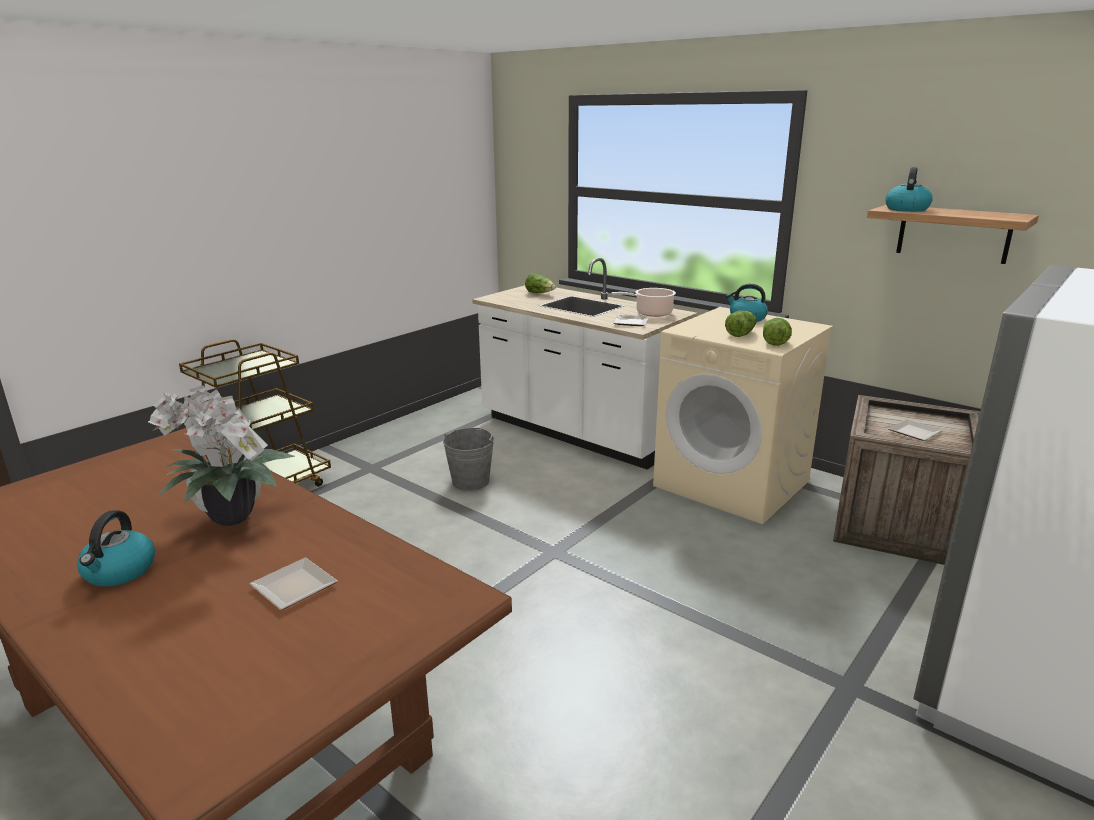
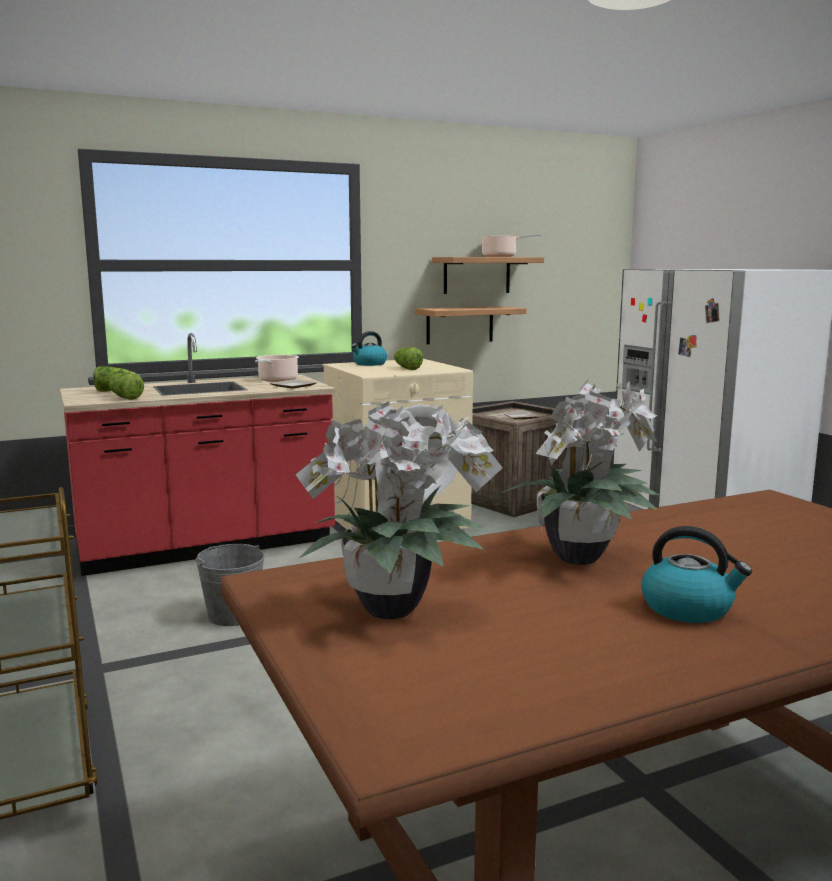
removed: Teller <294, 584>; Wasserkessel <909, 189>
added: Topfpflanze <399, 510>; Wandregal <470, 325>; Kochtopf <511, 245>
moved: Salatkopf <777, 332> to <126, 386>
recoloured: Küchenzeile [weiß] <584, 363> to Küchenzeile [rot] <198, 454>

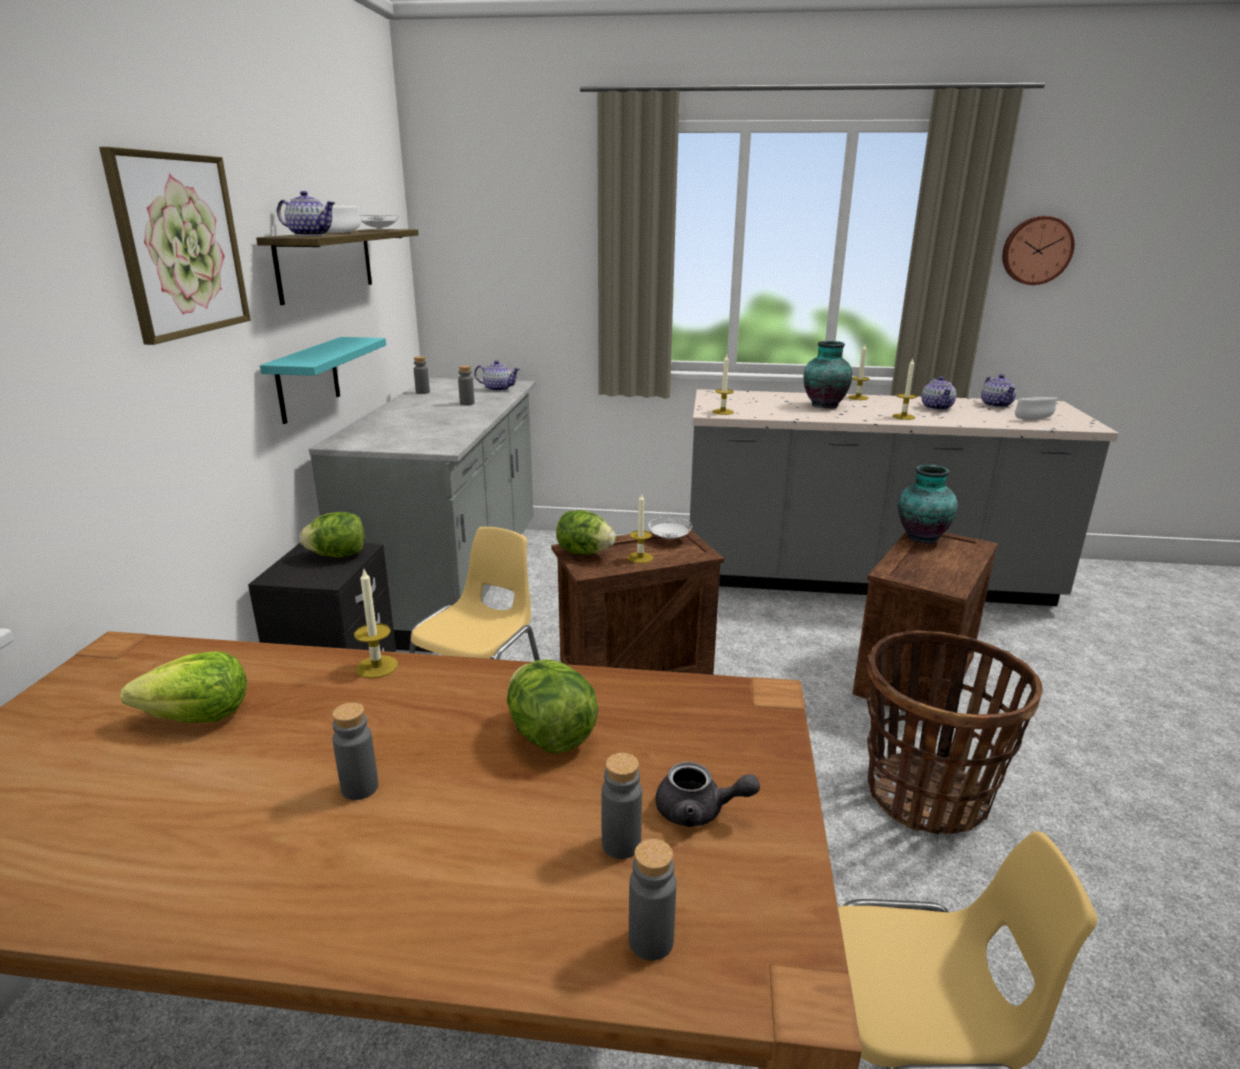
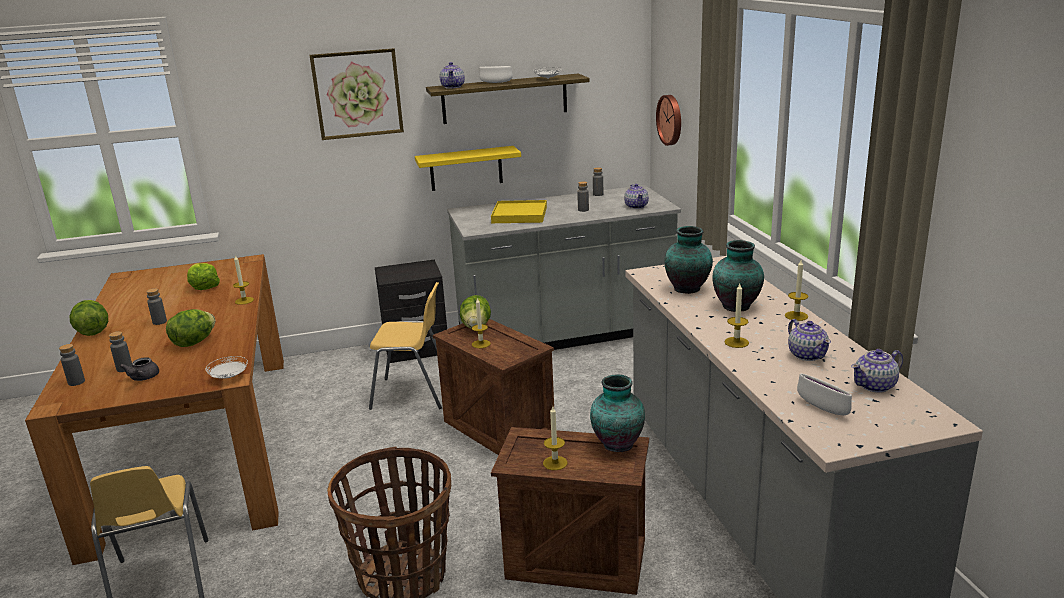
added: Tablett [gelb] <519, 211>; Vase <688, 260>
moved: Salatkopf <332, 535> to <89, 318>; Teller [weiß] <670, 528> to <226, 367>; Kerze <723, 384> to <555, 438>; Wanduhr <1038, 250> to <668, 120>
recoloured: Wandregal [türkis] <323, 380> to Wandregal [gelb] <468, 168>
turned: Teekanne <938, 393> = <809, 340> 90 degrees counterclockwise

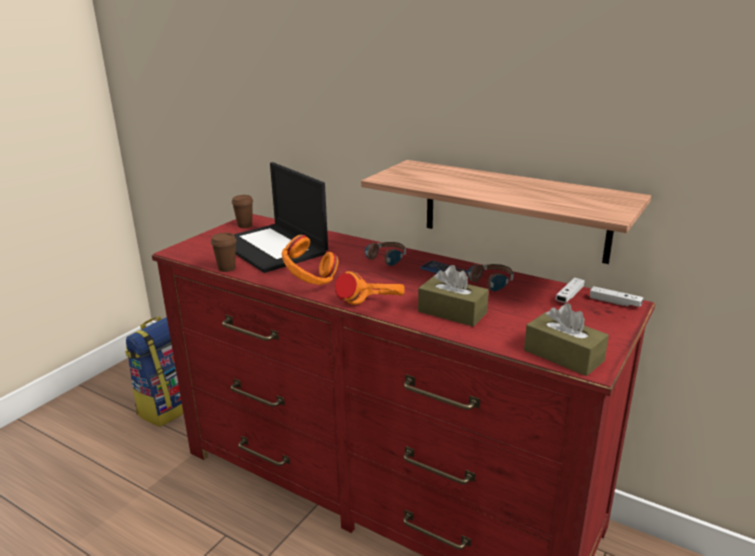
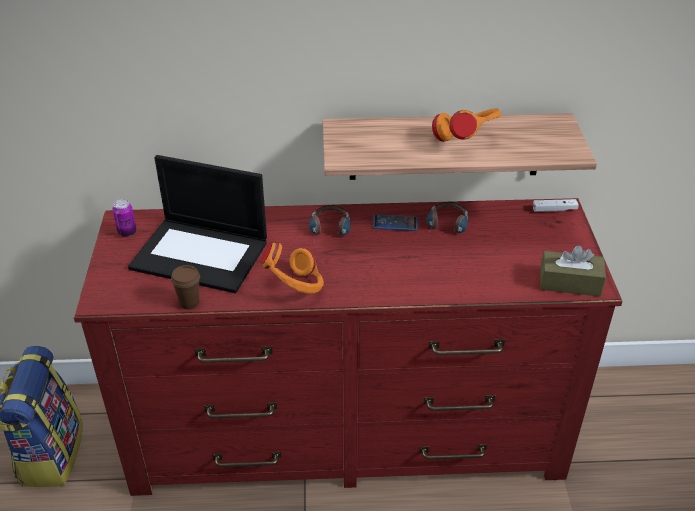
removed: Taschentuchbox [braun] <453, 296>; Gamepad [weiß] <570, 290>
moved: Kopfhörer [orange] <370, 288> to <466, 125>
replaced: Tasse [braun] <242, 211> to Dose <124, 218>

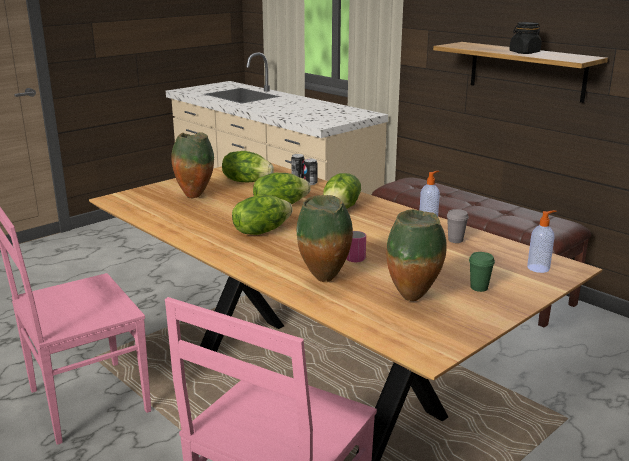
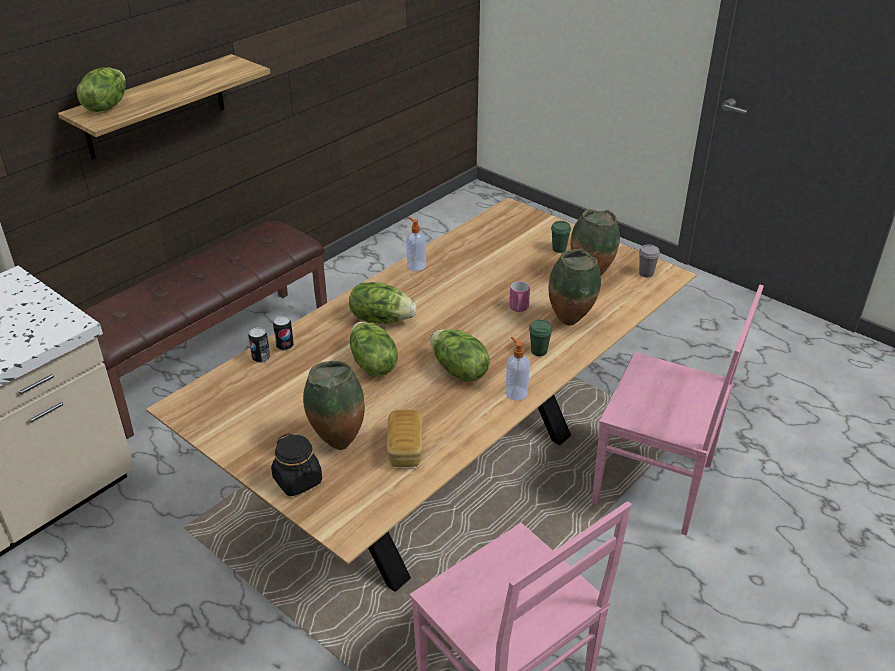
added: Brot <405, 438>; Tasse [grün] <541, 338>
moved: Salatkopf <248, 166> to <101, 89>; Vorratsglas [schwarz] <525, 38> to <296, 464>; Seifenspender <541, 241> to <517, 369>; Tasse [grau] <458, 226> to <649, 261>

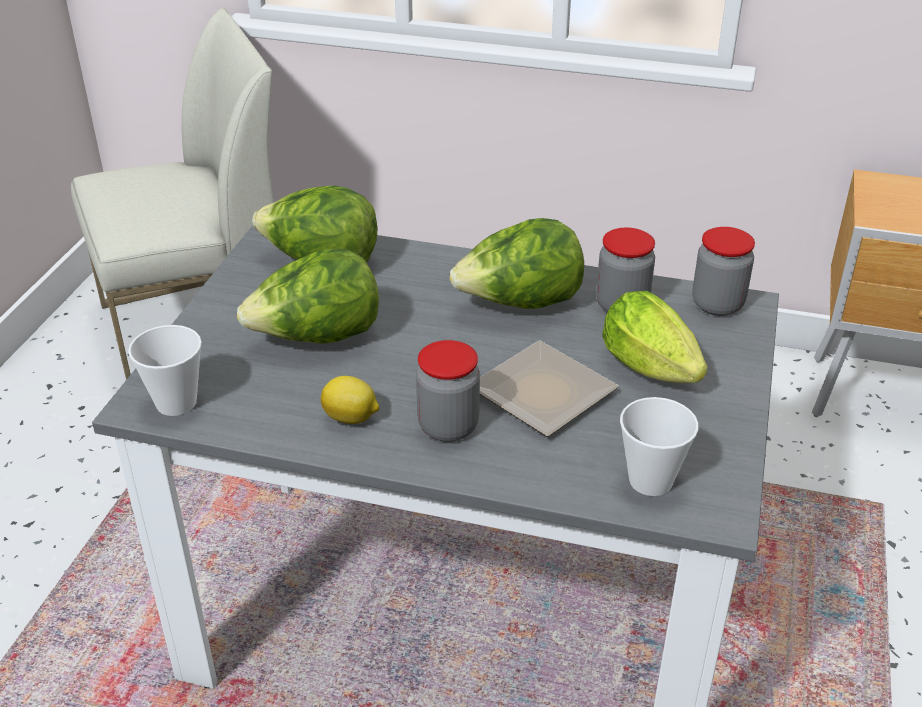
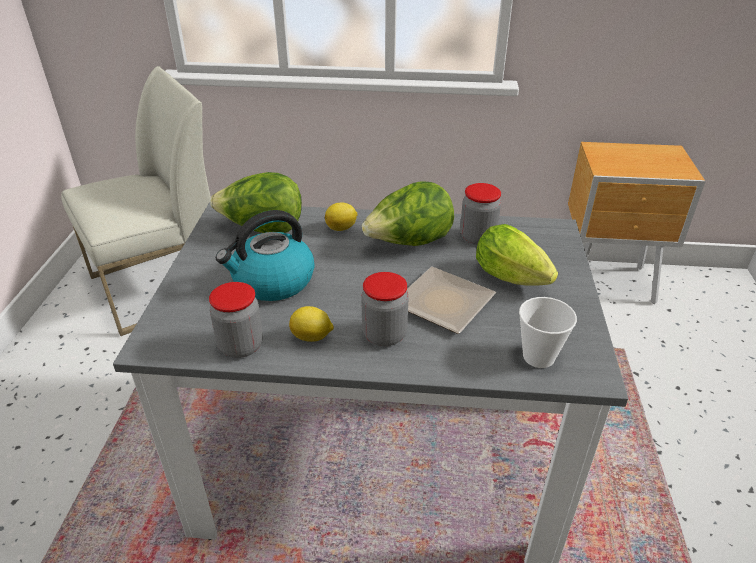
removed: Tasse <165, 370>
added: Zitrone <341, 217>
moved: Vorratsglas <723, 271> to <236, 320>
replaced: Salatkopf <308, 296> to Wasserkessel <265, 255>

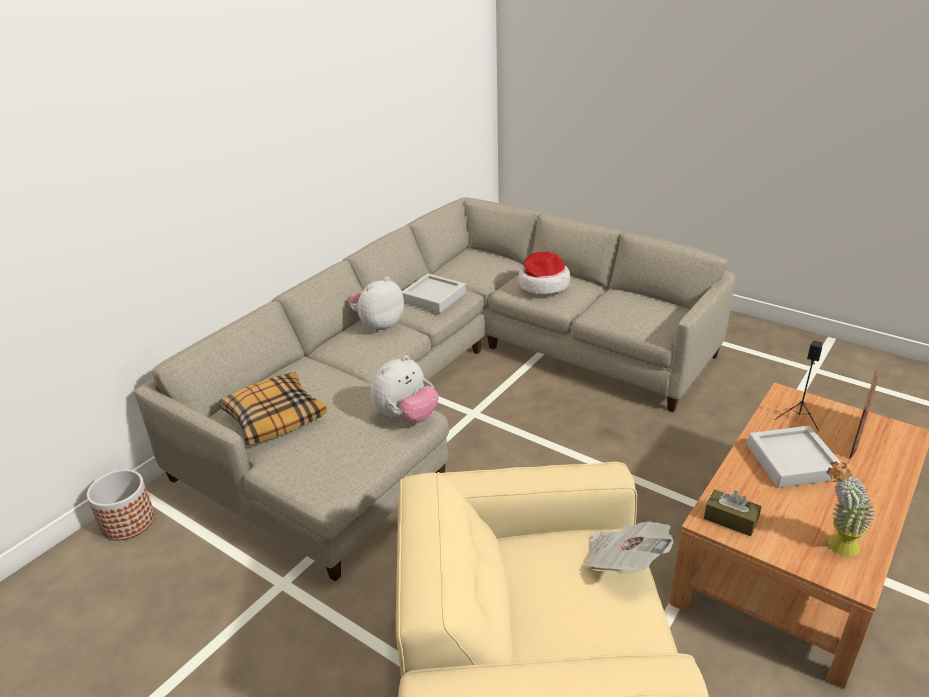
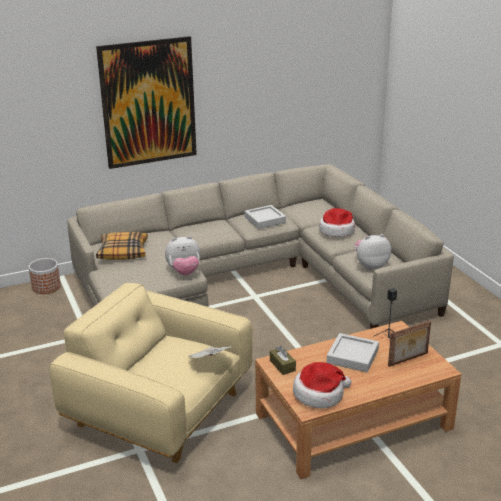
added: Bild <146, 102>
moved: Plüschtier <376, 304> to <373, 252>
replaced: Topfpflanze <850, 508> to Hut <322, 385>

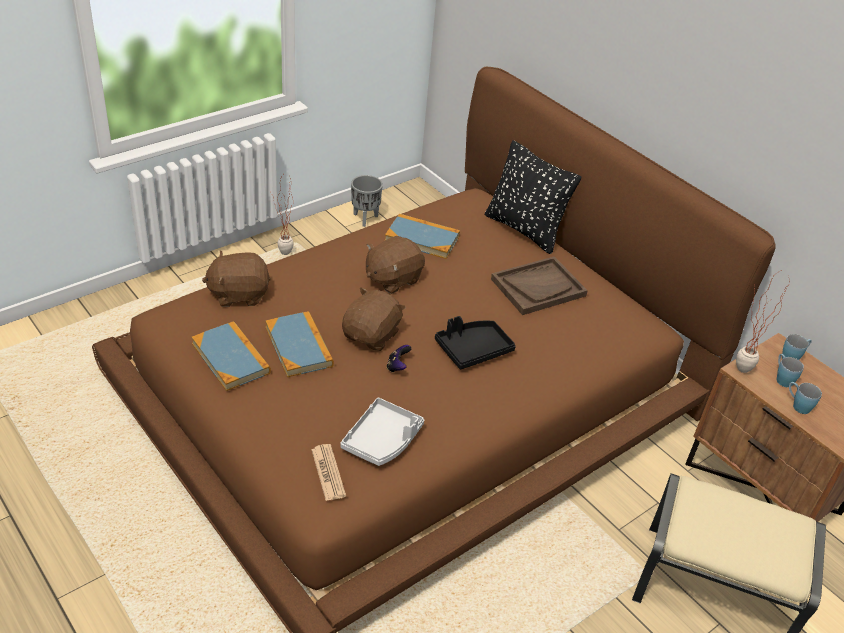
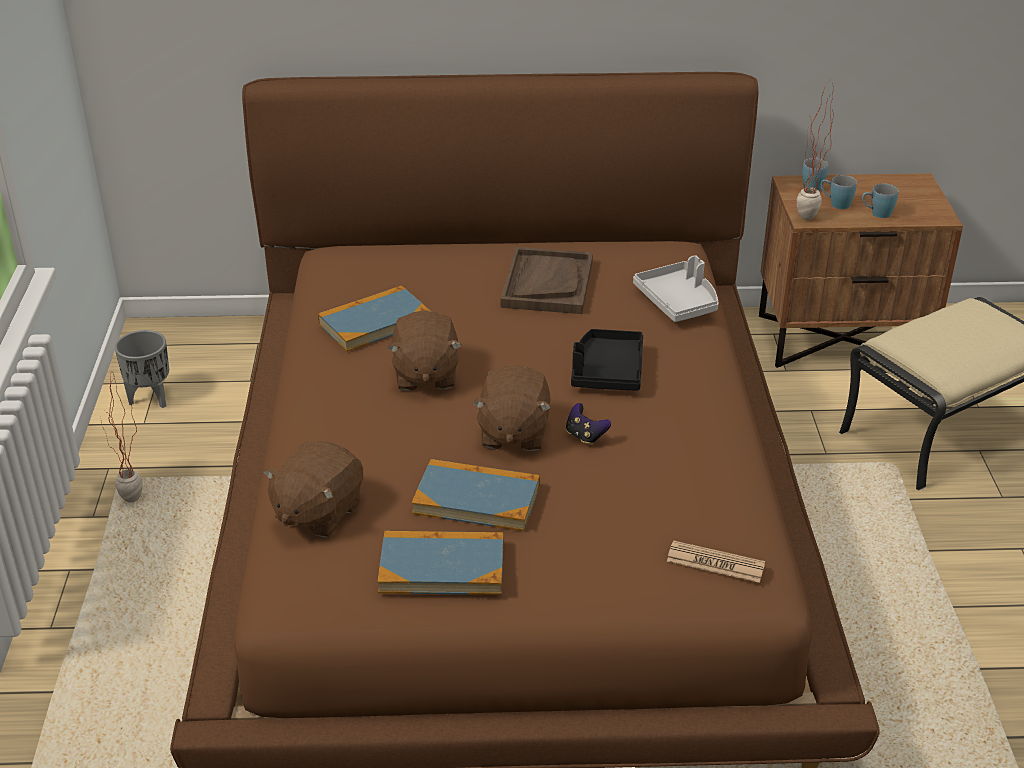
removed: Kissen [schwarz] <533, 197>
moved: Tablett [grau] <382, 432> to <676, 288>
turned: Plüschtier [braun] <374, 319> = <512, 408> 150 degrees counterclockwise

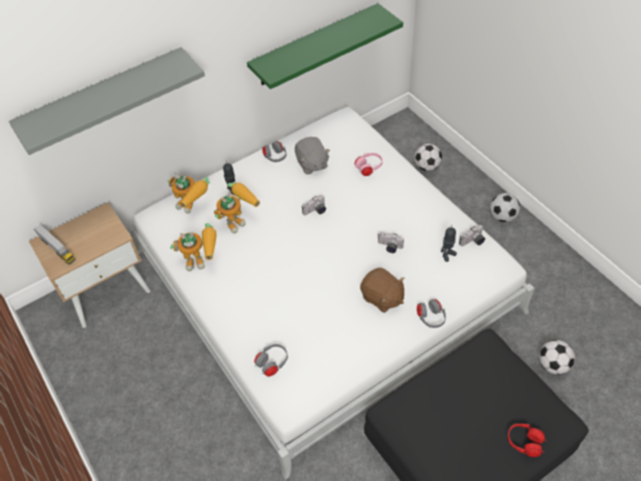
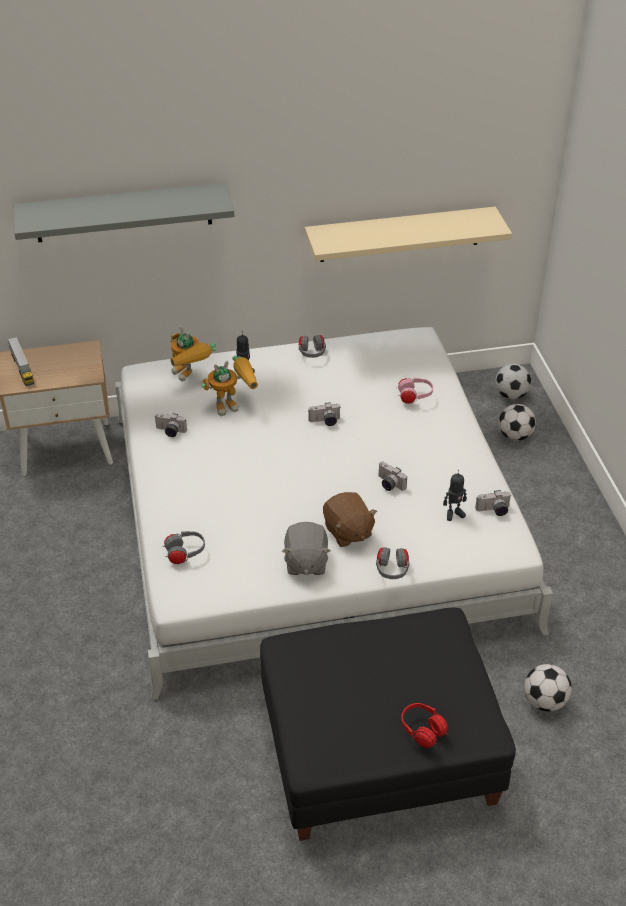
moved: Plüschtier [grau] <312, 155> to <306, 548>; Fußball <505, 207> to <513, 381>
replaced: Spielzeugroboter <193, 247> to Kamera <171, 425>
recoloured: Wandregal [grün] <325, 46> to Wandregal [beige] <408, 234>

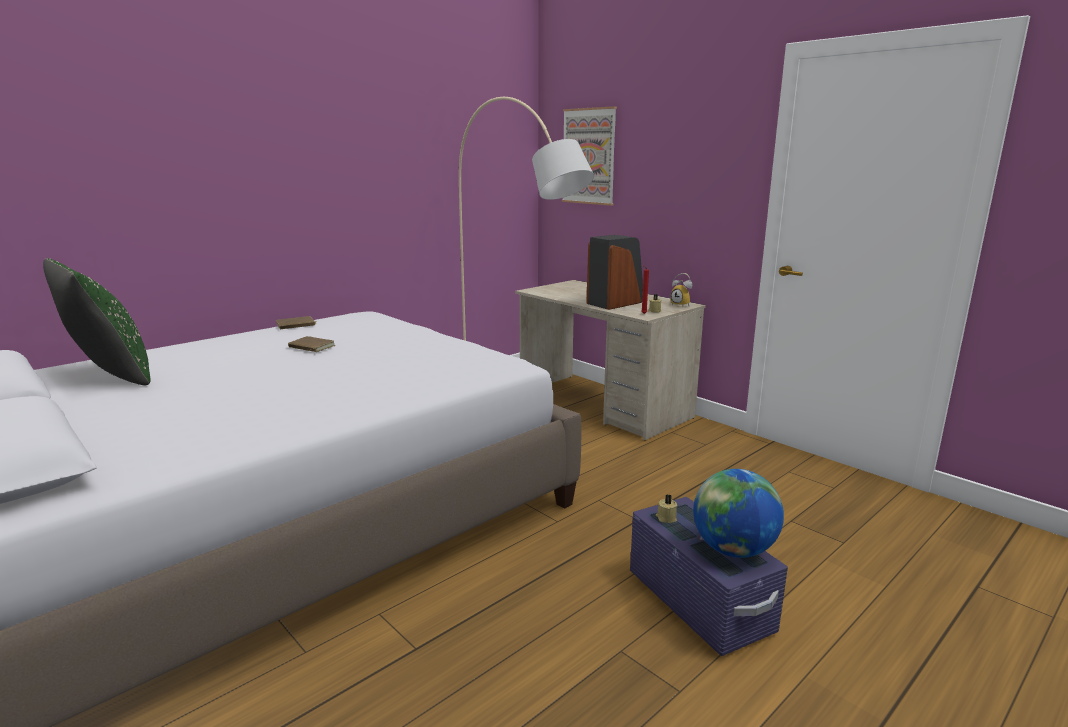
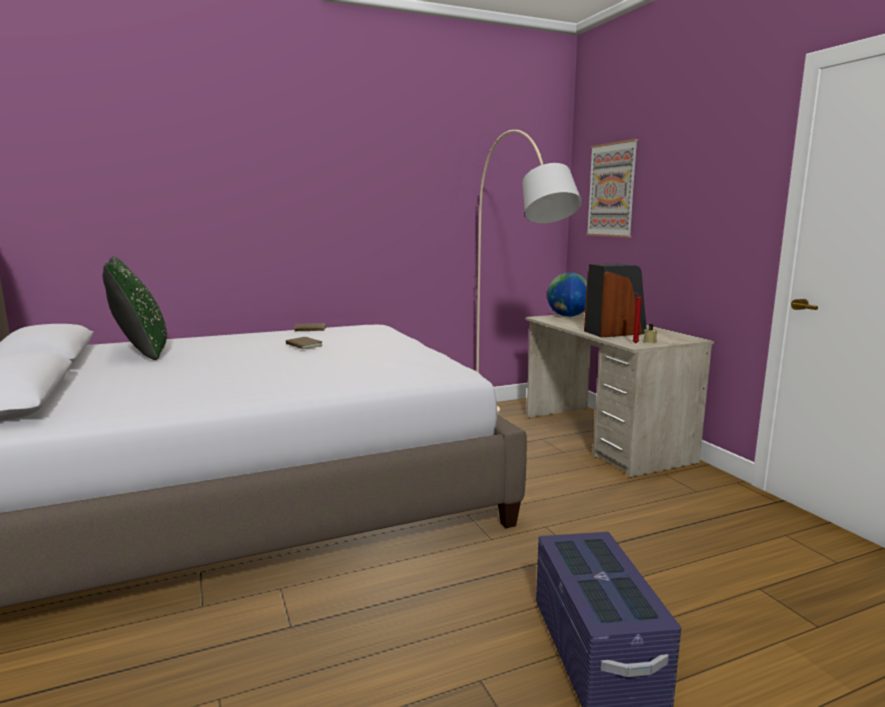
removed: Kerze [beige] <666, 508>; Wecker <681, 290>
moved: Globus <738, 513> to <567, 294>

